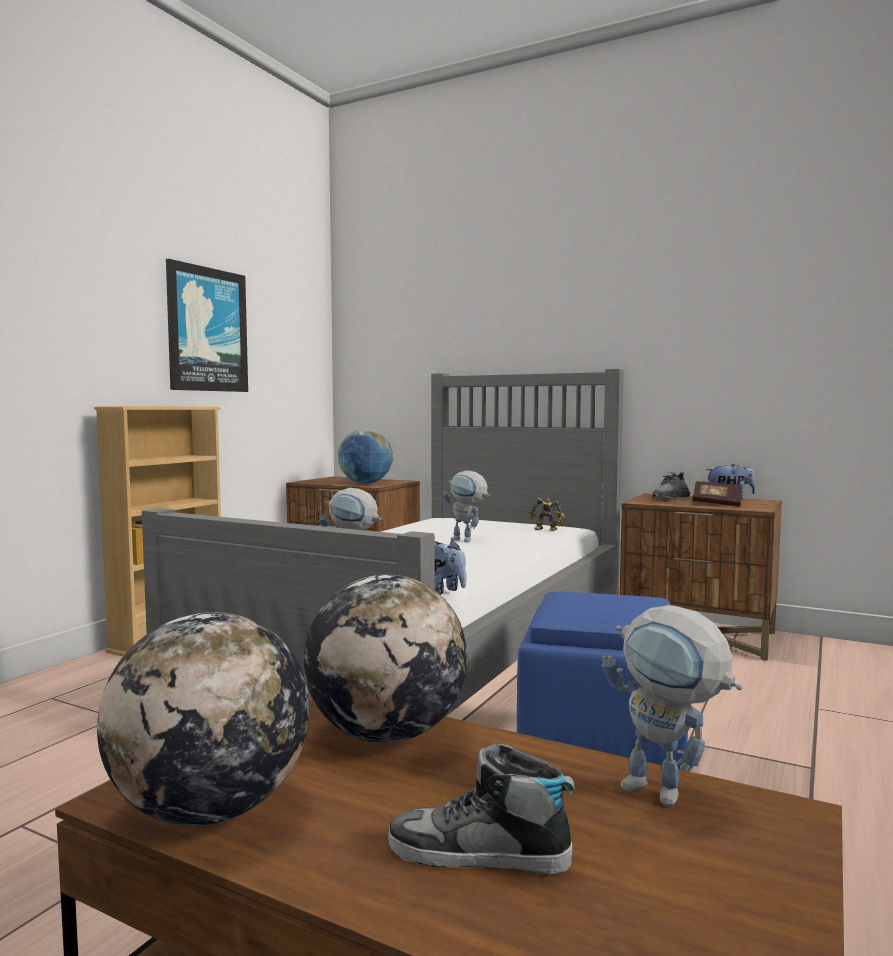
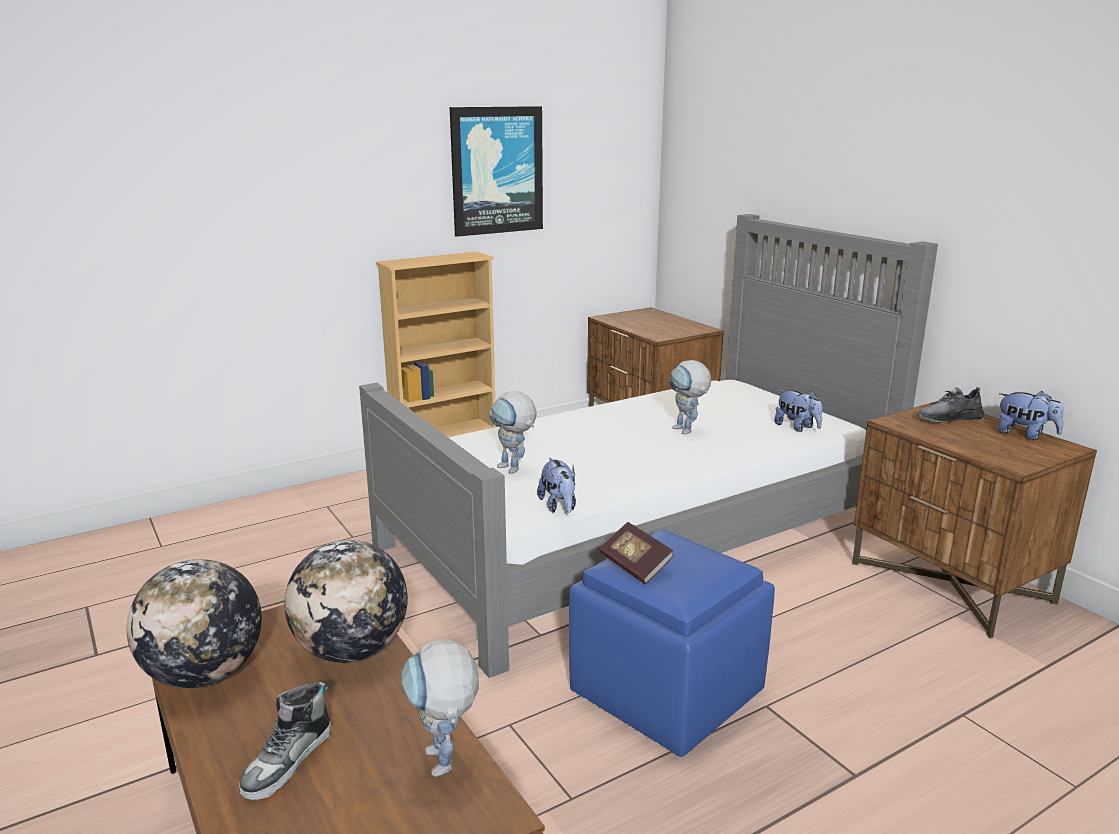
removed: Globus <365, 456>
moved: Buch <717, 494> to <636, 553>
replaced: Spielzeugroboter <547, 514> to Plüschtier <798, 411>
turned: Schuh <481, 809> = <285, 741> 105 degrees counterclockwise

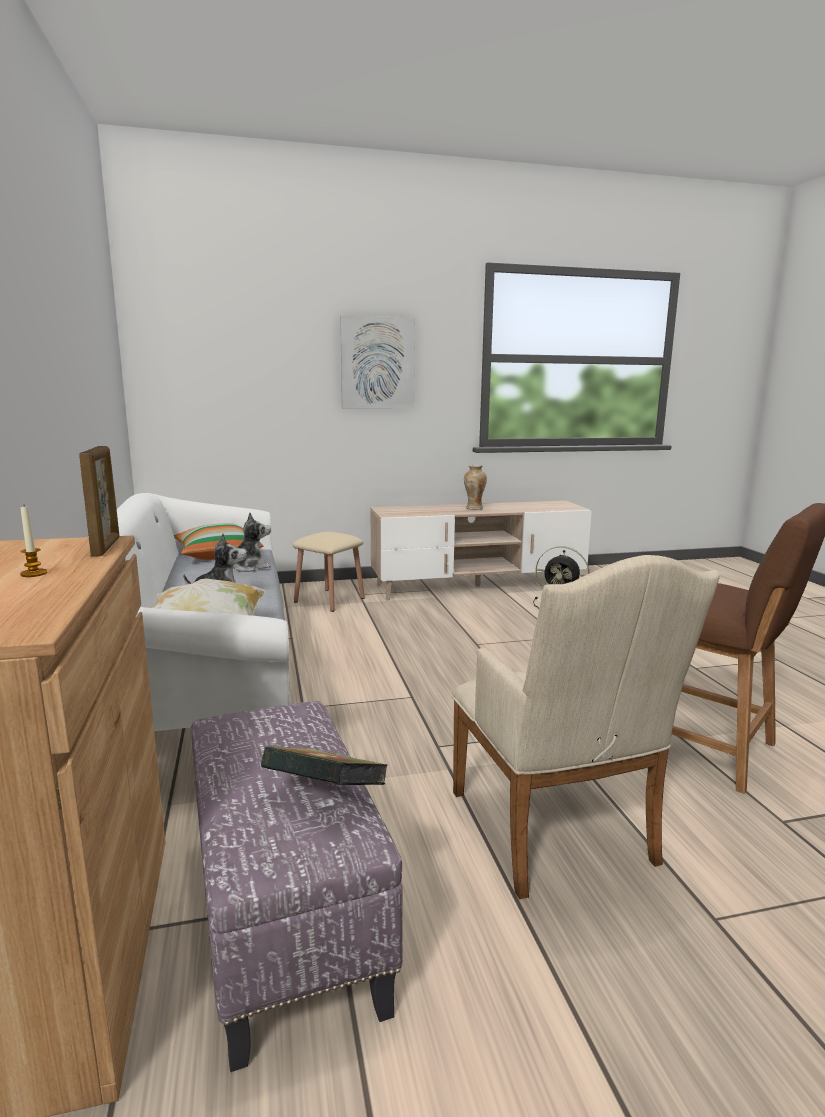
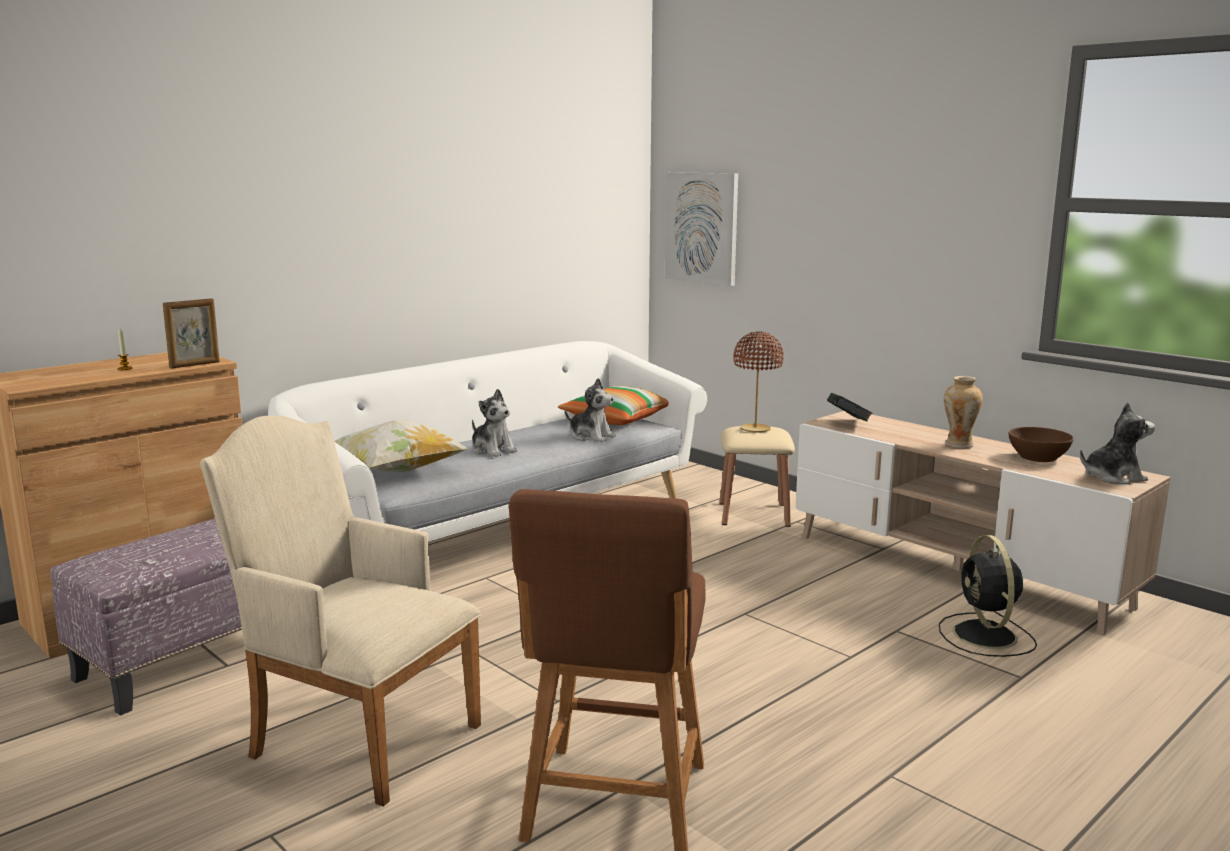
added: Tischlampe [braun] <758, 382>; Schüssel [braun] <1041, 444>; Plüschtier <1117, 443>
moved: Bild <377, 361> to <701, 229>; Buch <324, 765> to <850, 407>
turned: Sessel [beige] <585, 727> = <340, 611> 75 degrees clockwise

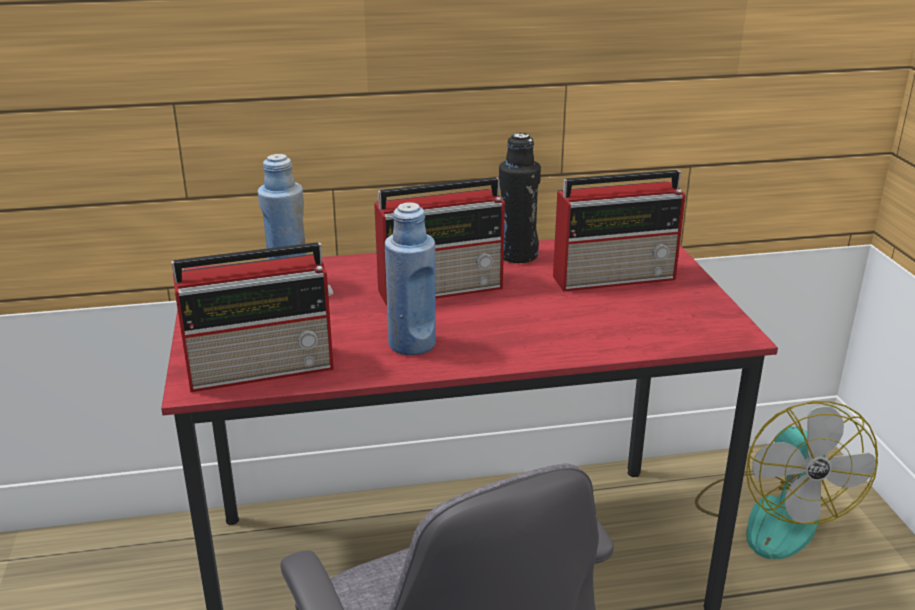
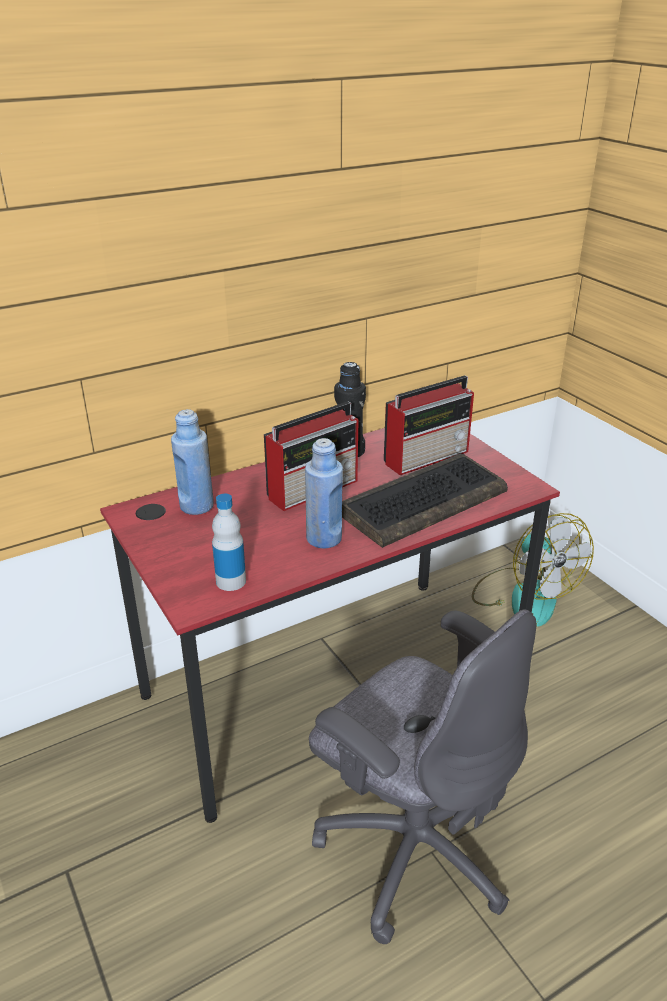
added: Tastatur <425, 501>
replaced: Radio <252, 317> to Flasche <229, 542>

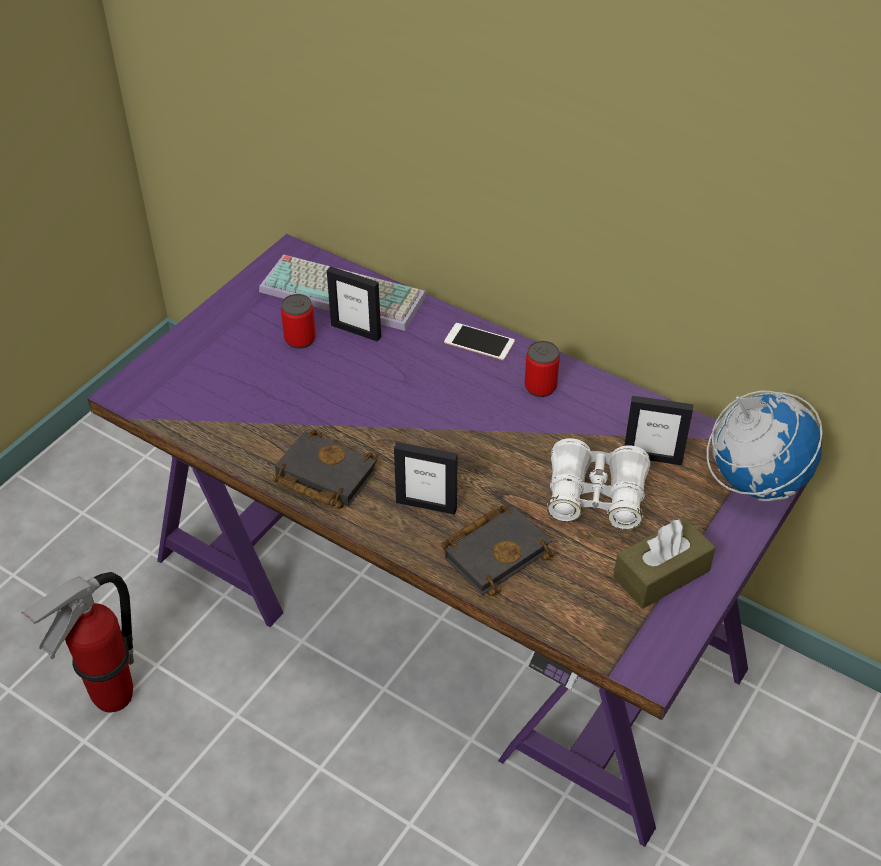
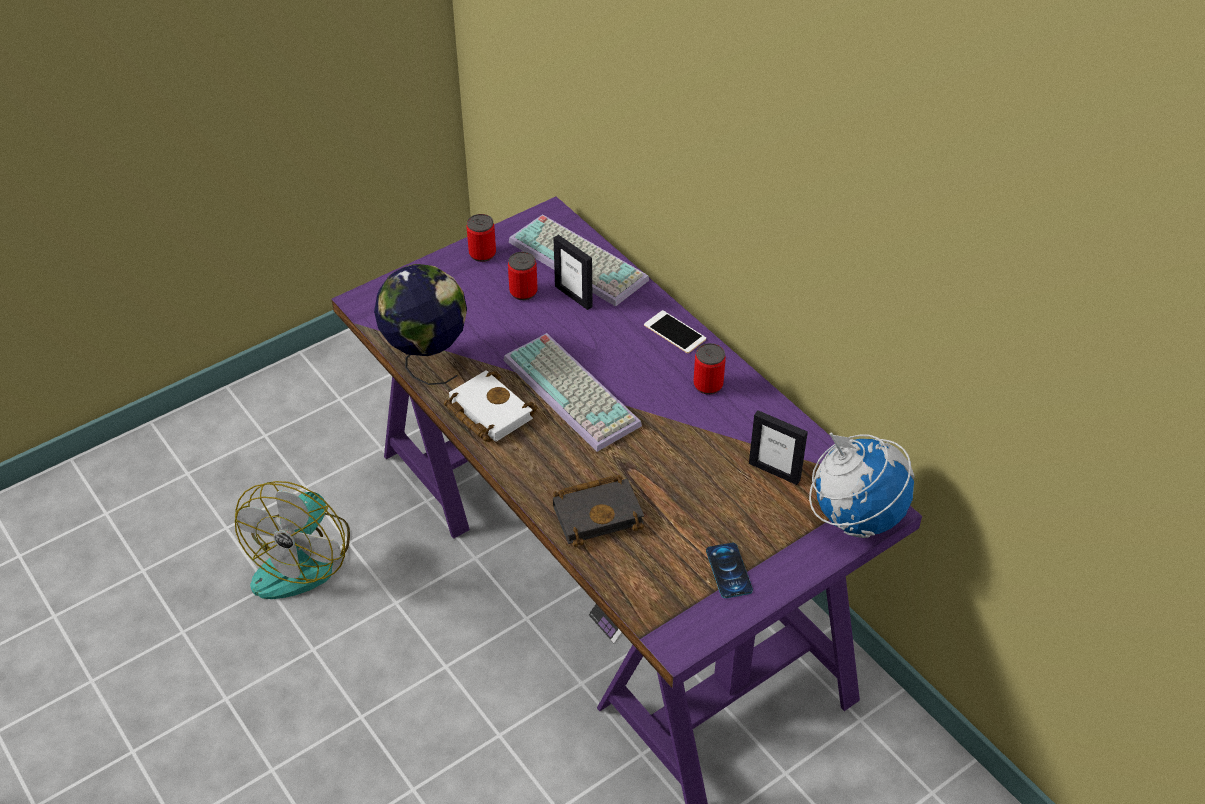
removed: Bilderrahmen <426, 478>; Fernglas [weiß] <598, 484>
added: Globus <420, 324>; Dose <481, 238>; Tastatur <572, 392>
replaced: Feuerlöscher <77, 642> to Ventilator <292, 540>; Taschentuchbox [braun] <664, 563> to Handy <729, 570>
recoloured: Buch [schwarz] <325, 469> to Buch [weiß] <490, 406>

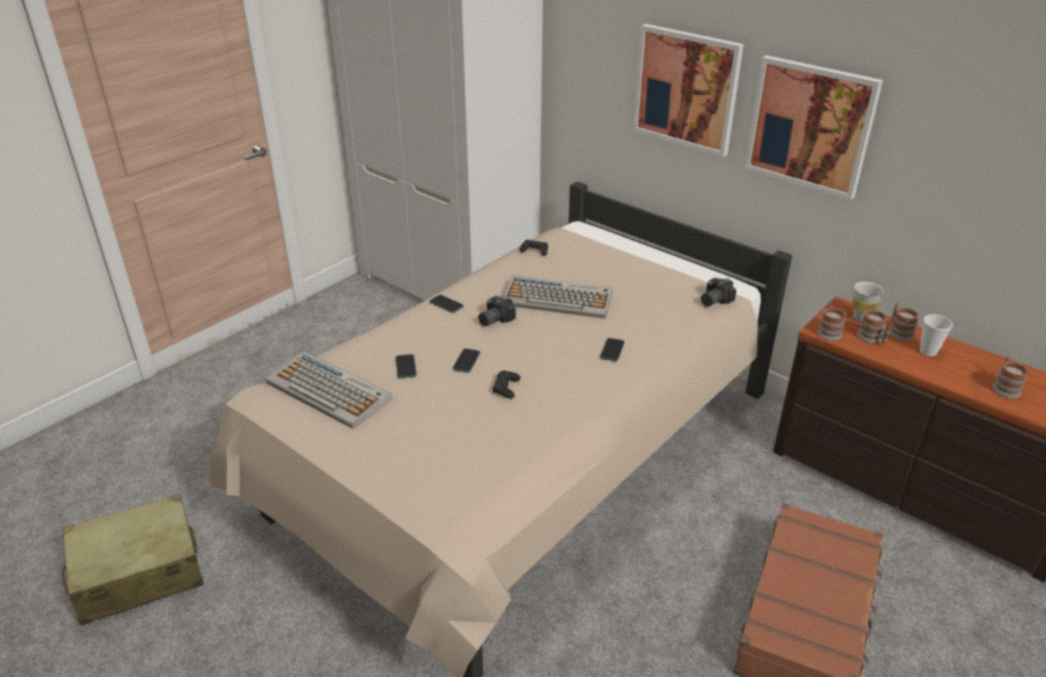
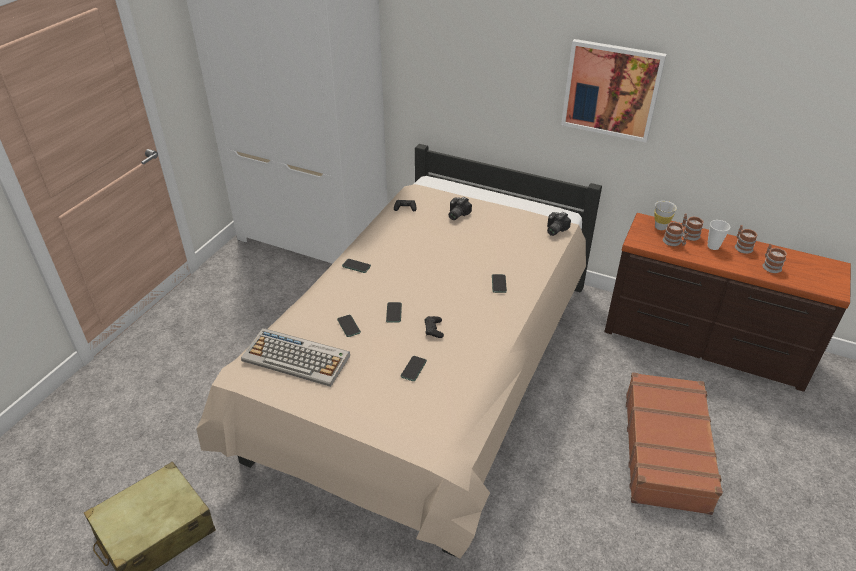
removed: Tastatur <558, 297>; Bild <688, 90>
added: Handy <414, 368>
moved: Kamera <497, 311> to <460, 208>; Henkelbecher <831, 322> to <746, 239>

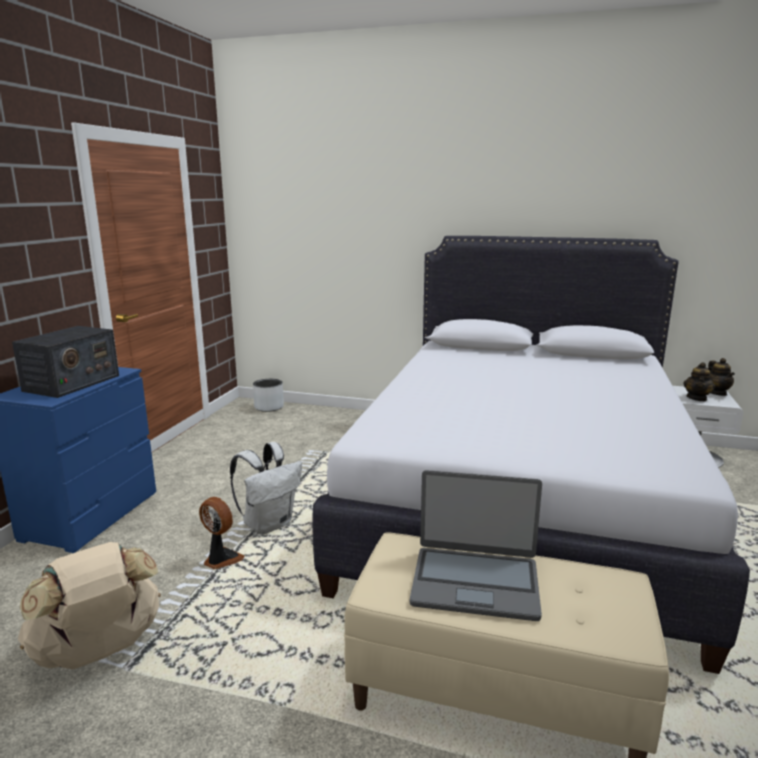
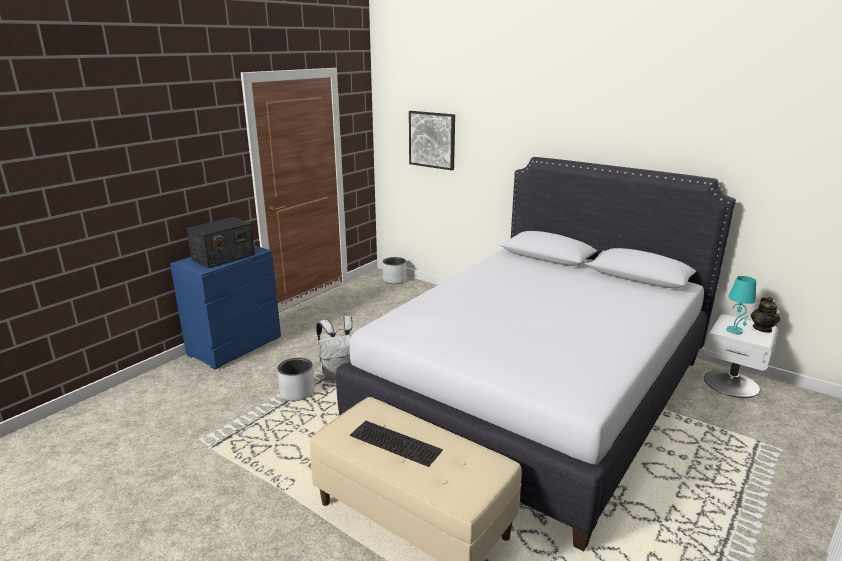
removed: Rucksack [beige] <89, 605>
added: Bild <432, 140>
replaced: Ventilator <222, 533> to Pflanzkübel [grau] <296, 379>; Laptop <476, 545> to Tastatur <396, 444>; Teekanne <699, 381> to Tischlampe [türkis] <741, 305>

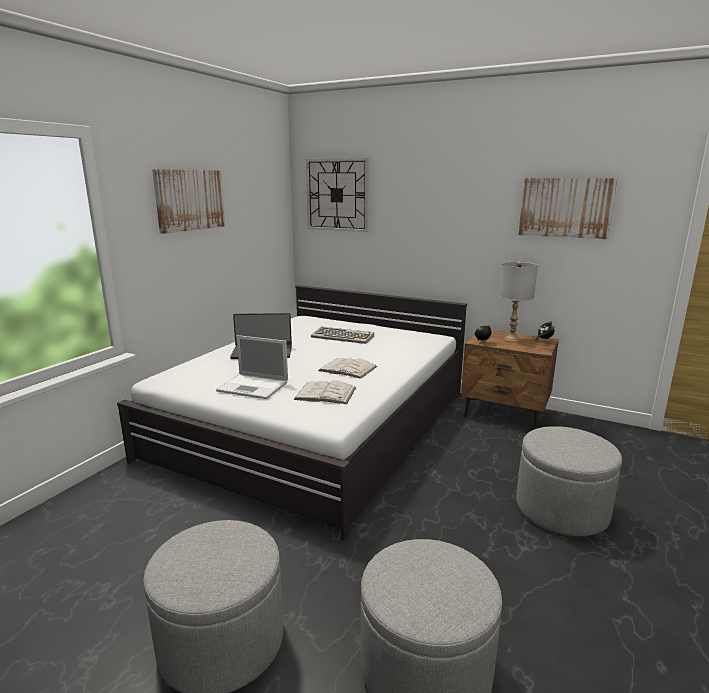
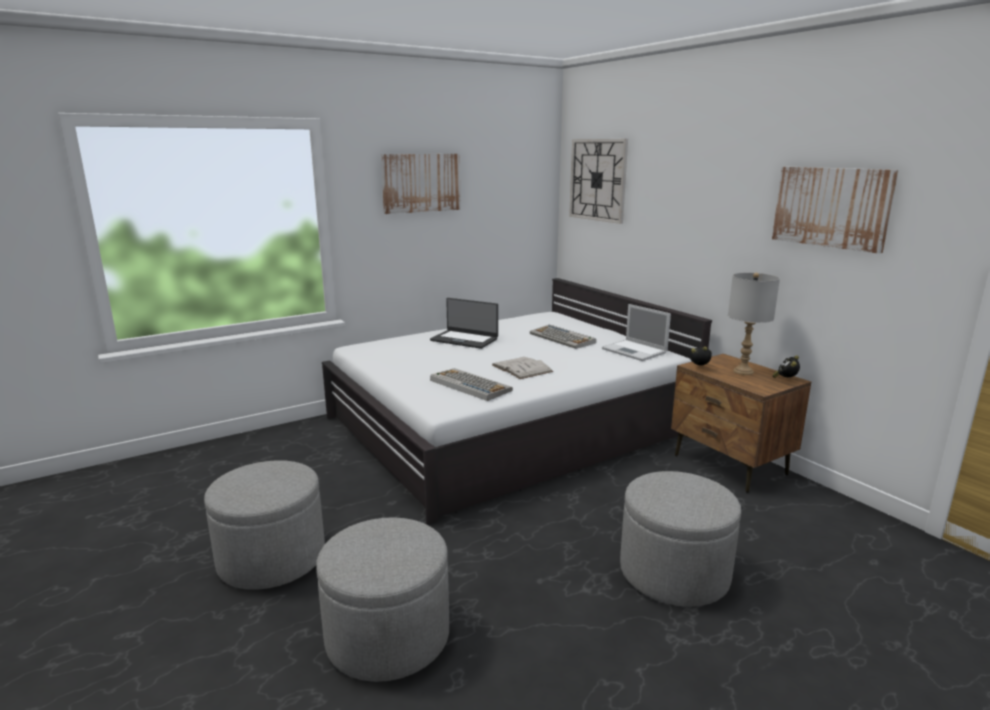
moved: Laptop <252, 367> to <636, 332>
replaced: Buch [weiß] <324, 392> to Tastatur <471, 384>

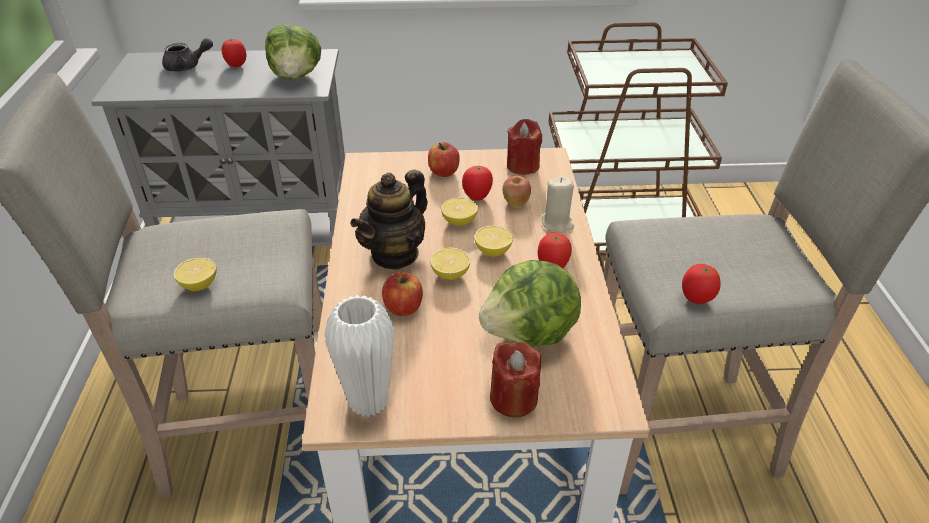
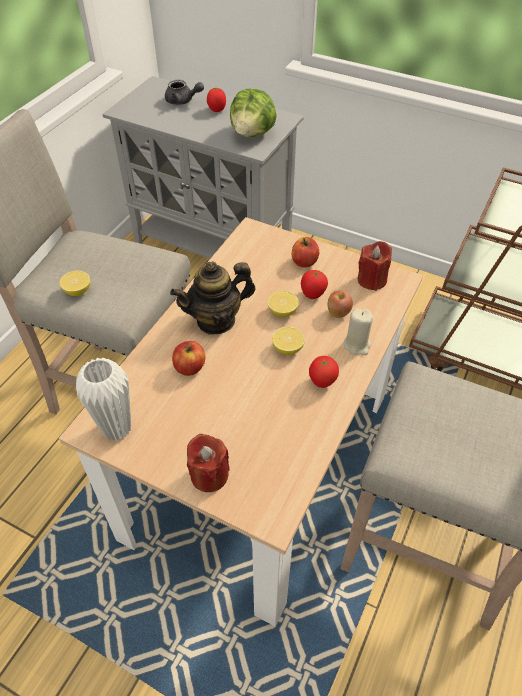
removed: Zitrone <450, 263>; Salatkopf <530, 303>; Tomate <701, 284>

